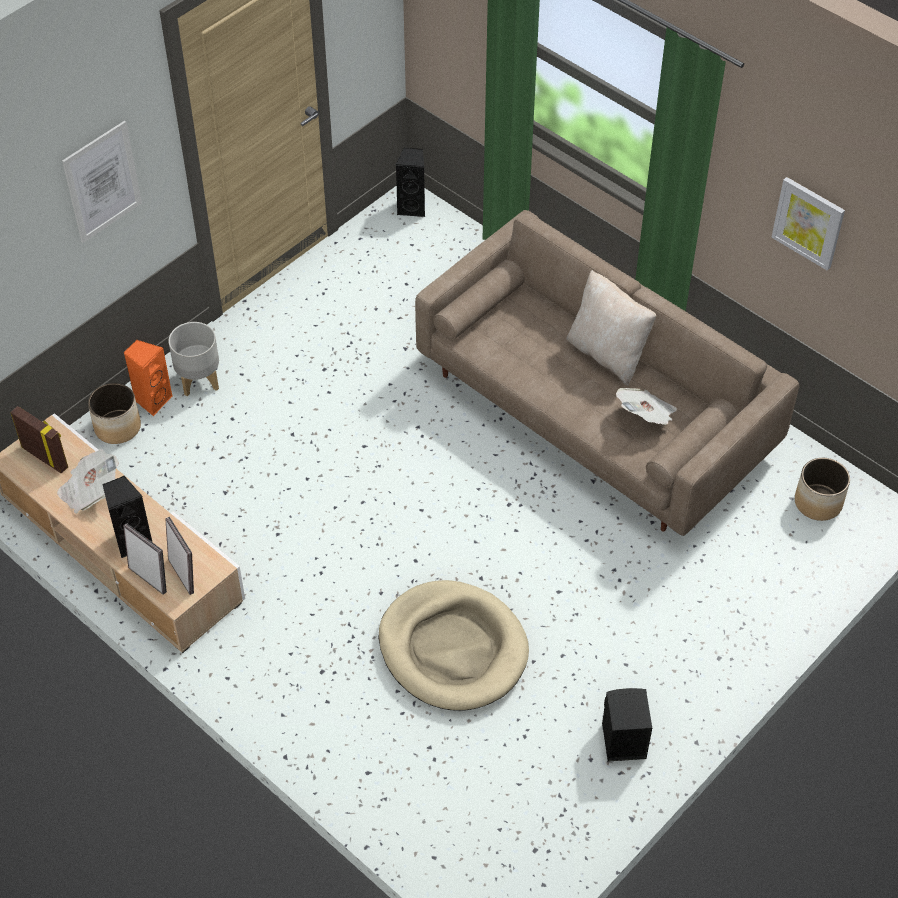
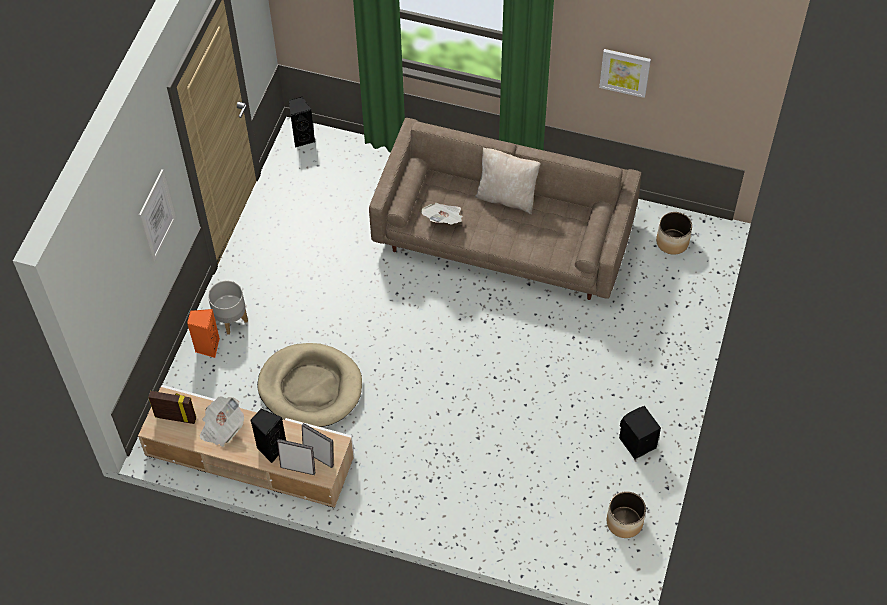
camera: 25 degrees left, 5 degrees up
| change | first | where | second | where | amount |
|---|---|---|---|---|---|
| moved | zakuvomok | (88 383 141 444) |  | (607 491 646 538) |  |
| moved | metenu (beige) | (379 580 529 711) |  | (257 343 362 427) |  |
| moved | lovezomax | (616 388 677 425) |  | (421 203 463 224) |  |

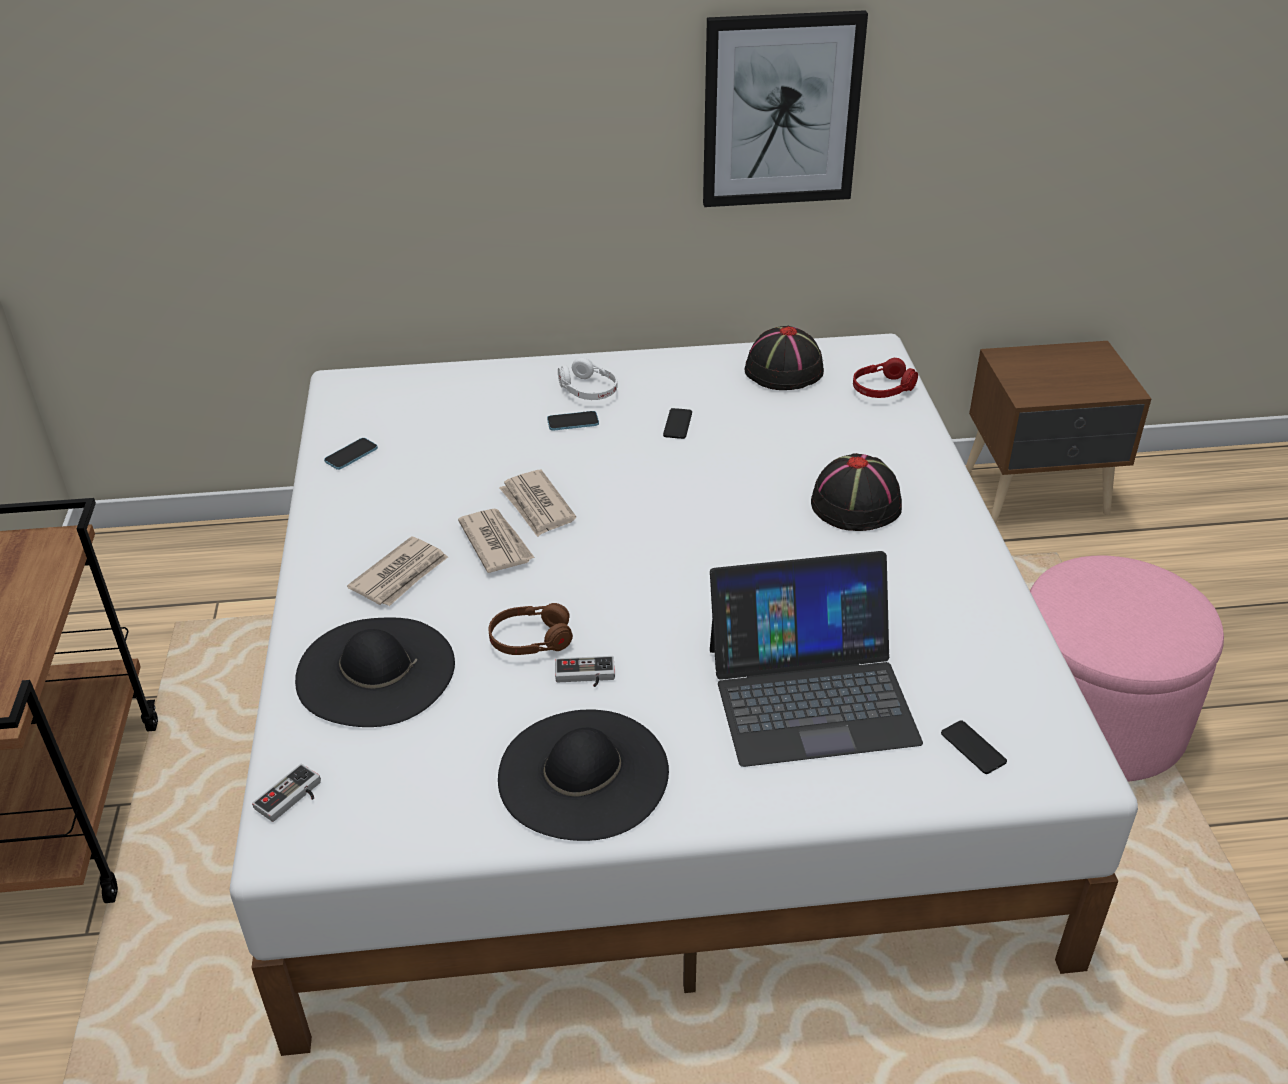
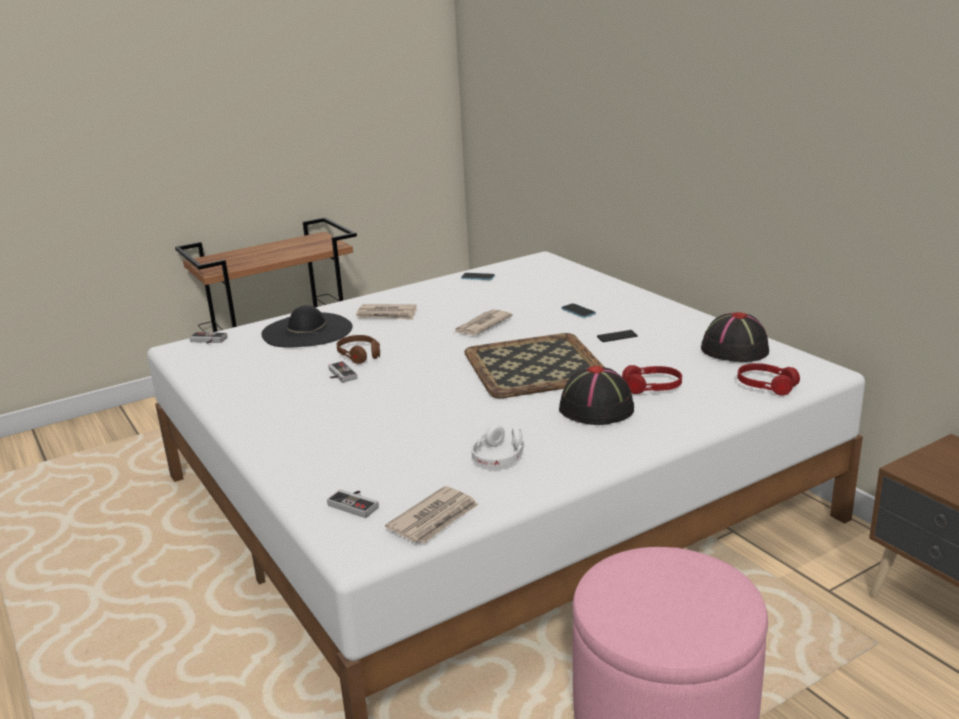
camera: 65 degrees right, 15 degrees down
| change | first | where | second | where | amount |
|---|---|---|---|---|---|
| moved | lovezomax | (458 509 535 573) |  | (385 486 478 544) |  |
| removed | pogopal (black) | (498 710 669 841) |  |  |  |
| moved | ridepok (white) | (558 357 617 400) |  | (472 424 525 467) |  |
| removed | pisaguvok | (703 10 868 207) |  |  |  |
| removed | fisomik | (710 551 923 767) |  |  |  |
| replaced | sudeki | (941 720 1007 774) | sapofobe | (327 489 379 518) |  |
| added |  |  | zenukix | (464 333 604 398) |  |
| added |  |  | ridepok (red) | (622 365 682 394) |  |

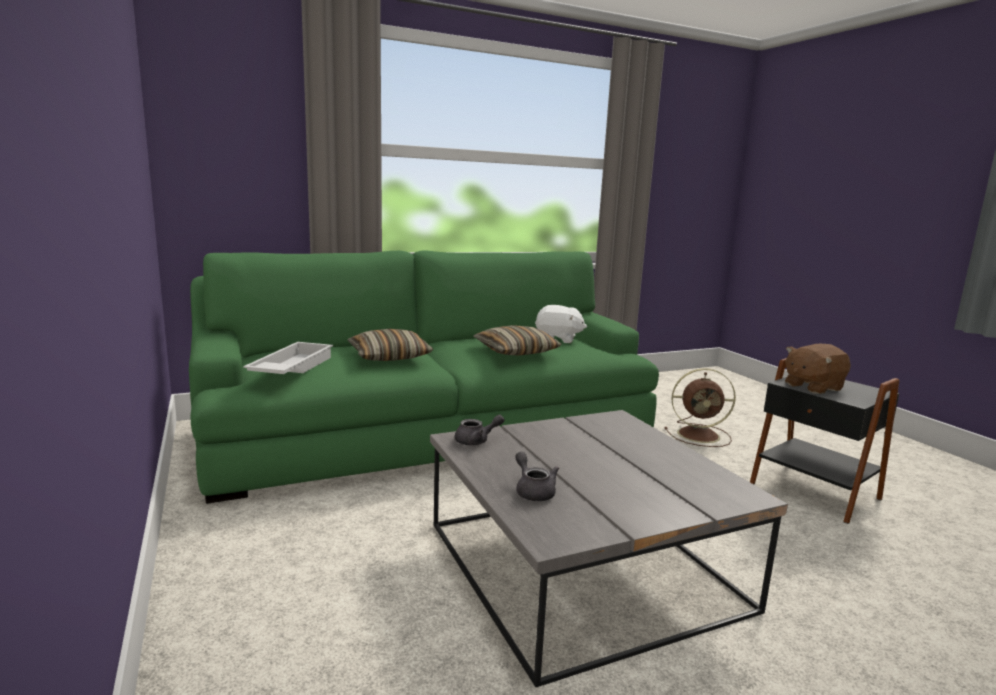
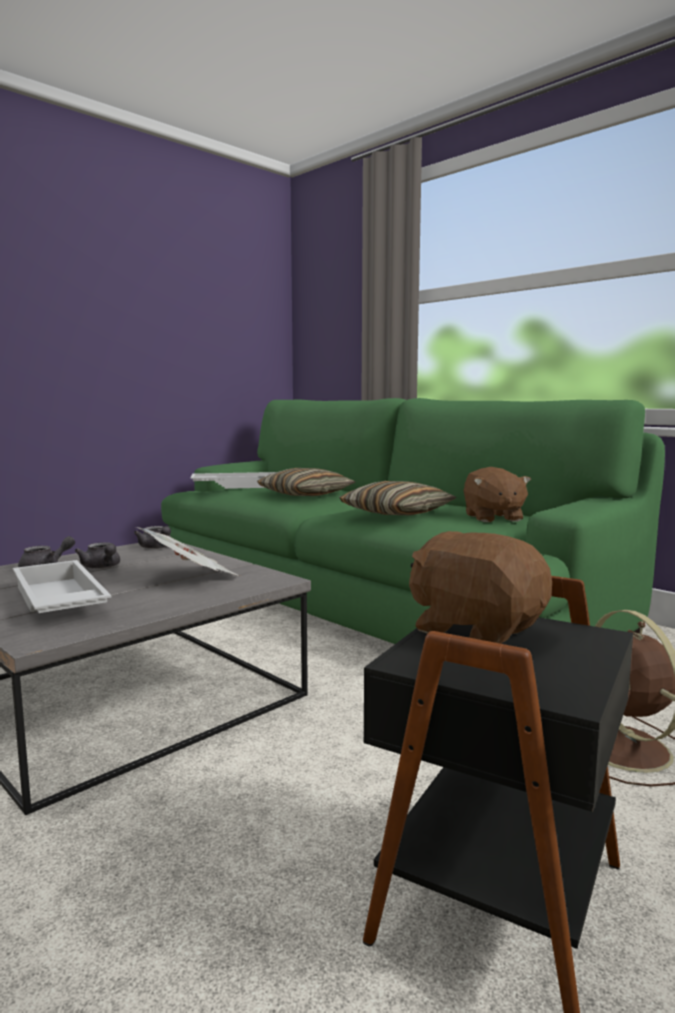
camera: 70 degrees right, 5 degrees down
| change | first | where | second | where | amount |
|---|---|---|---|---|---|
| recoloured | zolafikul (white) | (535 305 587 343) | zolafikul (brown) | (464 467 531 522) |  |
| added |  |  | zenukix (white) | (13 560 112 613) |  |
| added |  |  | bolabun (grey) | (75 542 120 569) |  |
| added |  |  | lovezomax | (136 527 240 576) |  |

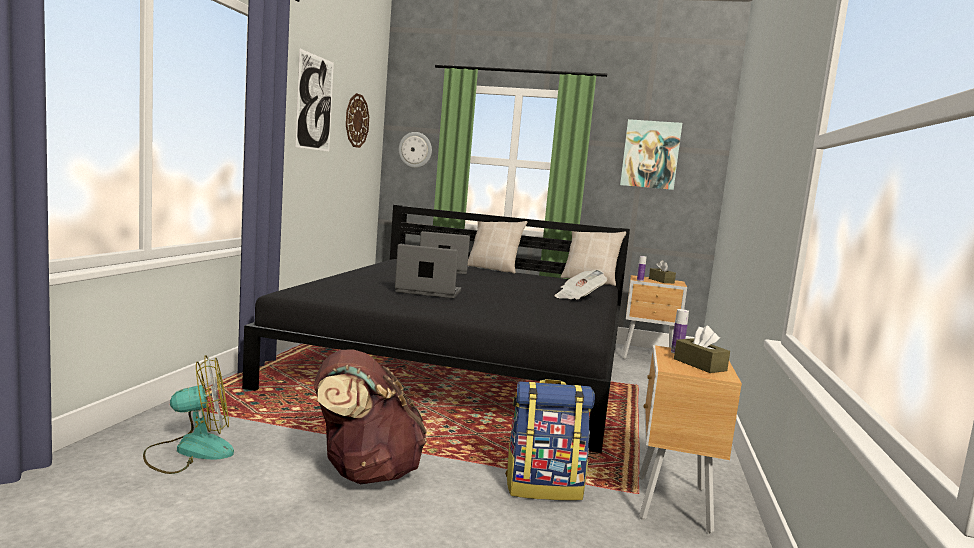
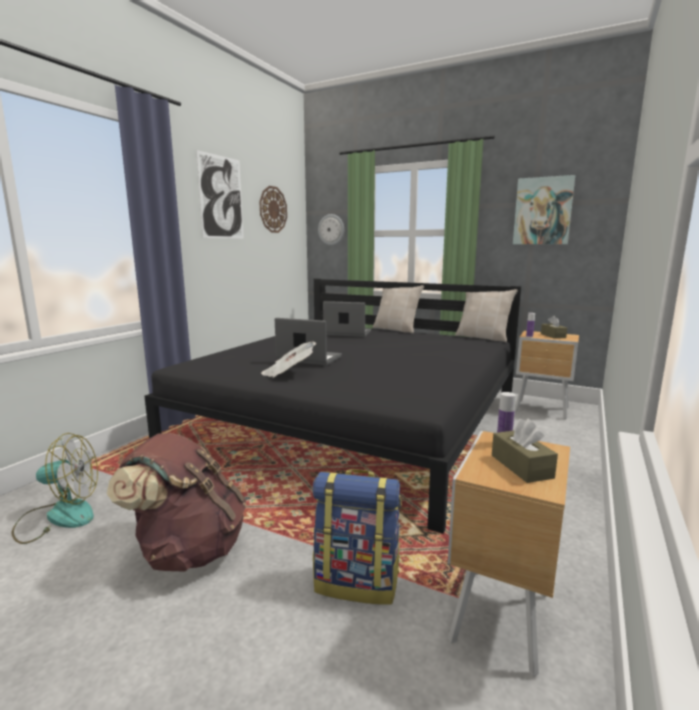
camera: 15 degrees right, 5 degrees up
| change | first | where | second | where | amount |
|---|---|---|---|---|---|
| moved | lovezomax | (554 270 607 300) |  | (261 342 316 378) |  |

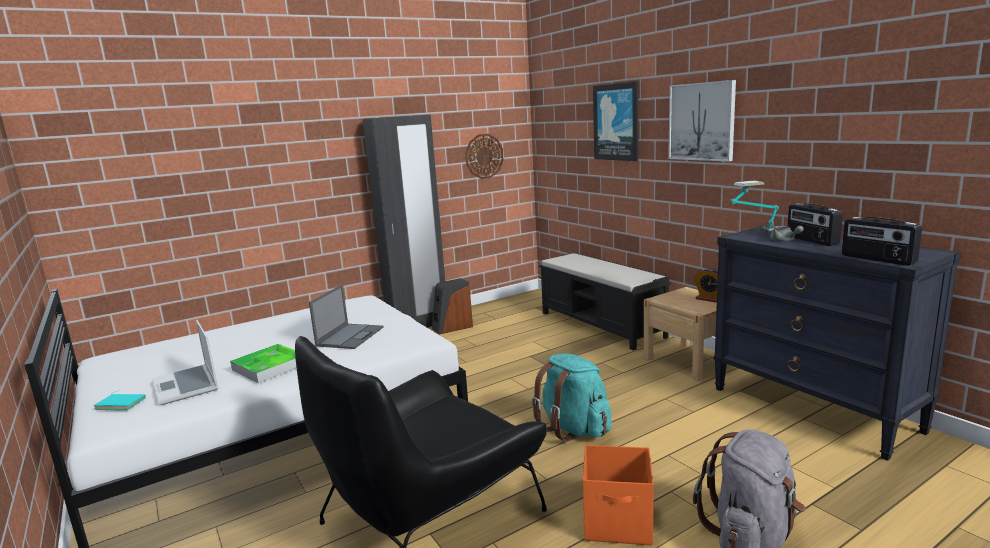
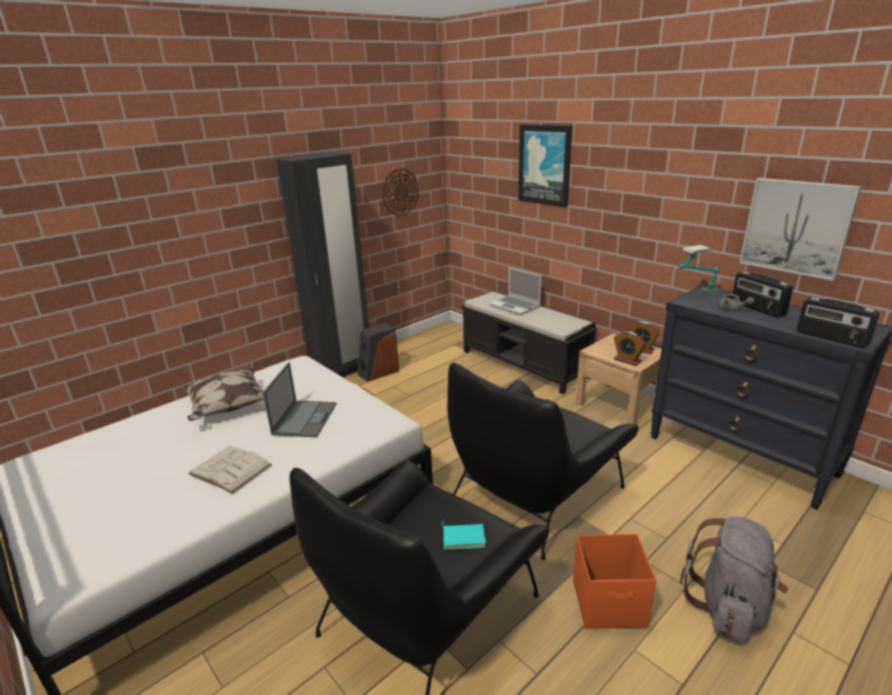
camera: 10 degrees left, 10 degrees up
| change | first | where | second | where | amount |
|---|---|---|---|---|---|
| moved | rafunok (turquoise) | (94 391 146 411) |  | (442 520 486 550) |  |
| moved | fisomik | (153 320 218 405) |  | (489 267 542 315) |  |
| replaced | zenukix | (230 344 297 383) | rafunok (white) | (188 446 272 494) |  |
| replaced | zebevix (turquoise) | (532 353 612 442) | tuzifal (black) | (447 362 638 560) |  |
| moved | pisaguvok | (668 80 736 162) |  | (740 178 862 281) |  |
| added |  |  | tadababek | (181 368 264 421) |  |
| added |  |  | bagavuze | (614 331 646 366) |  |

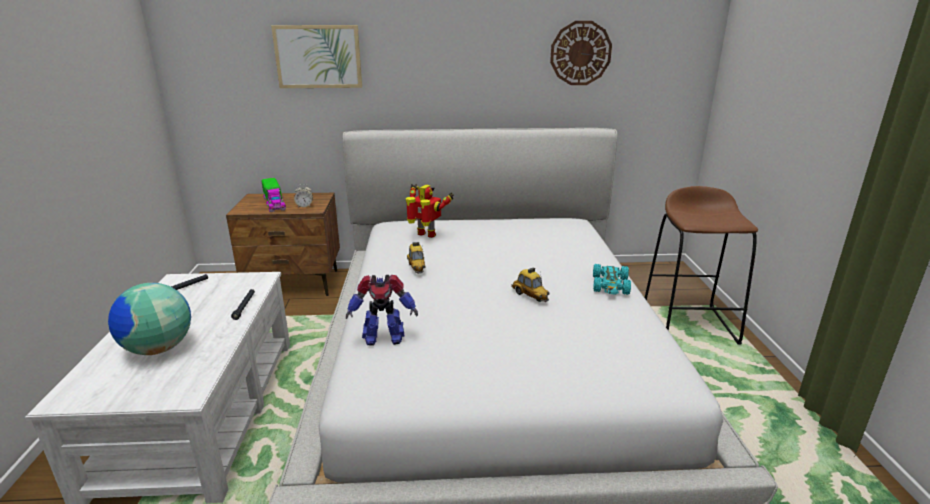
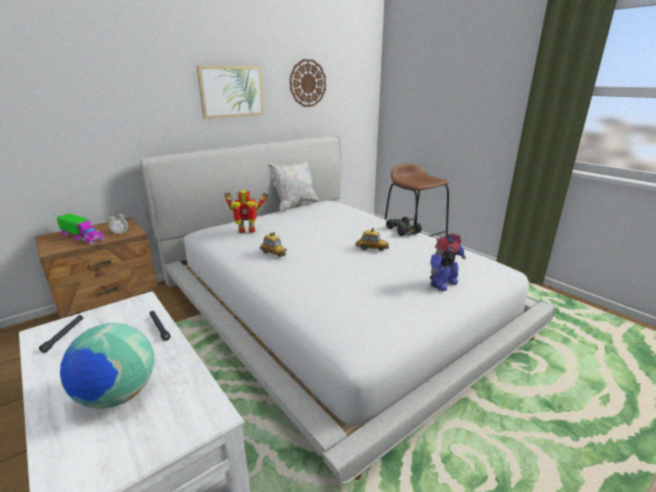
camera: 35 degrees left, 0 degrees up
| change | first | where | second | where | amount |
|---|---|---|---|---|---|
| moved | pisaguvok | (271 25 362 88) |  | (197 66 264 119) |  |
| moved | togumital | (346 275 418 346) |  | (430 233 466 291) |  |
| recoloured | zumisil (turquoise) | (593 264 631 295) | zumisil (black) | (386 217 422 236) |  |
| added |  |  | tadababek (white) | (267 162 319 212) |  |

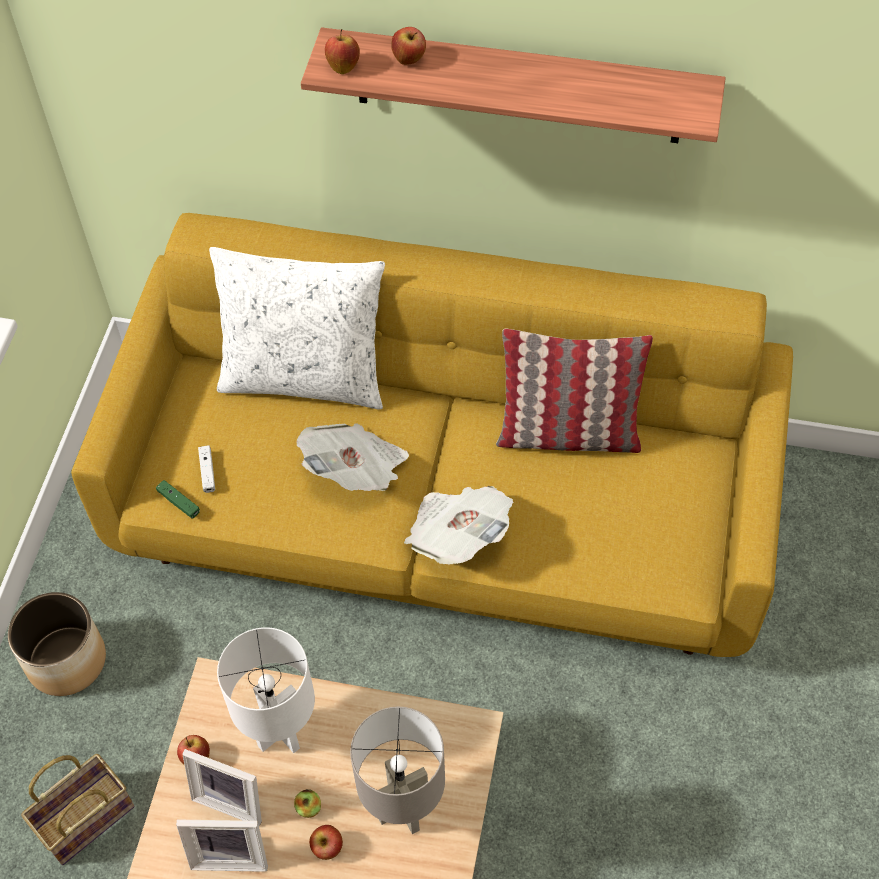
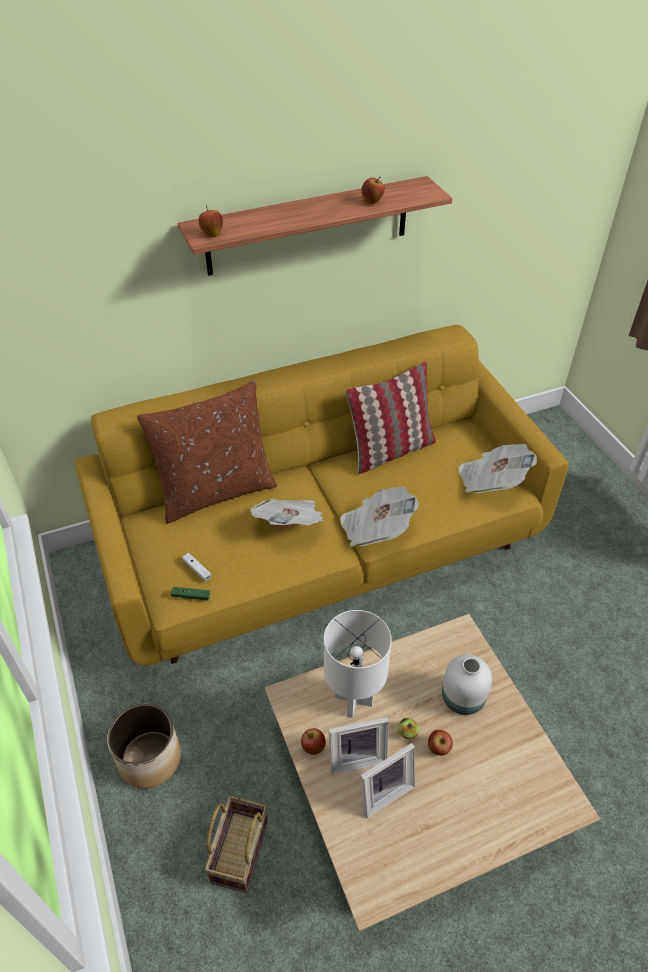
camera: 35 degrees left, 10 degrees down
| change | first | where | second | where | amount |
|---|---|---|---|---|---|
| recoloured | tadababek (white) | (209 247 385 409) | tadababek (brown) | (137 380 277 524) |  |
| replaced | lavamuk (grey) | (350 706 445 834) | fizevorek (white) | (442 654 492 715) |  |
| moved | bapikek | (391 27 426 65) |  | (361 177 385 204) |  |
| added |  |  | lovezomax | (458 444 537 493) |  |

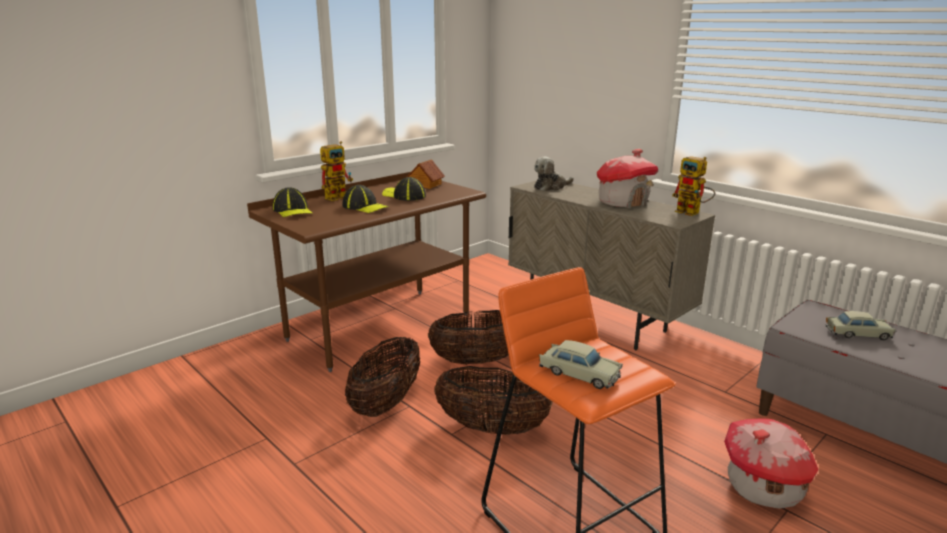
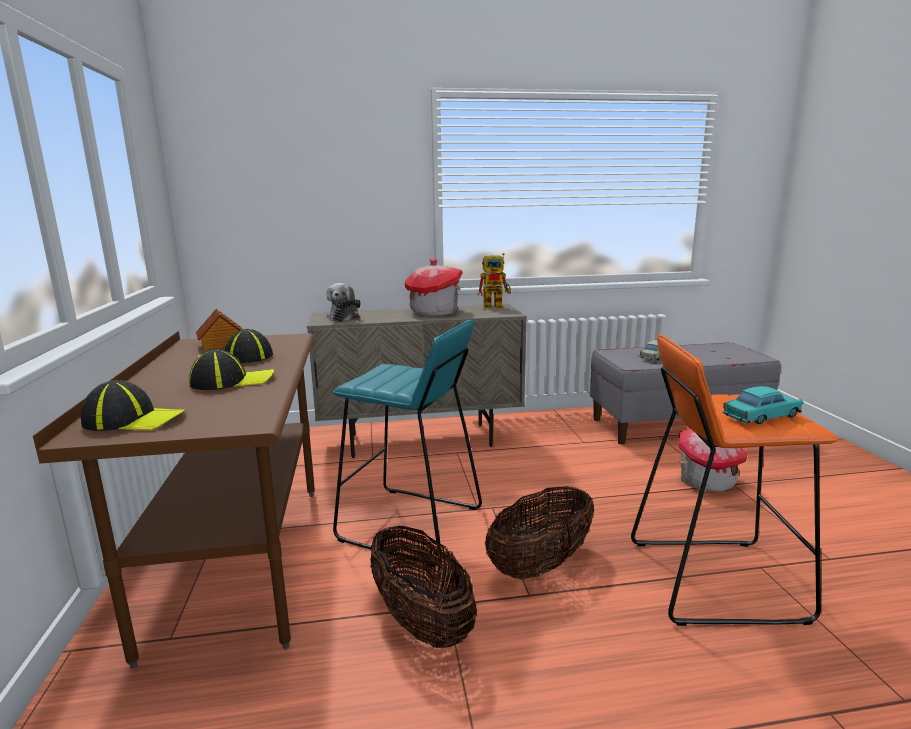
camera: 55 degrees left, 5 degrees down
| change | first | where | second | where | amount |
|---|---|---|---|---|---|
| removed | togumital | (320 142 353 201) |  |  |  |
| replaced | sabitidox | (428 310 509 365) | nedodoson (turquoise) | (333 320 482 567) |  |
| recoloured | zumisil (beige) | (539 340 623 389) | zumisil (turquoise) | (723 386 803 424) |  |

